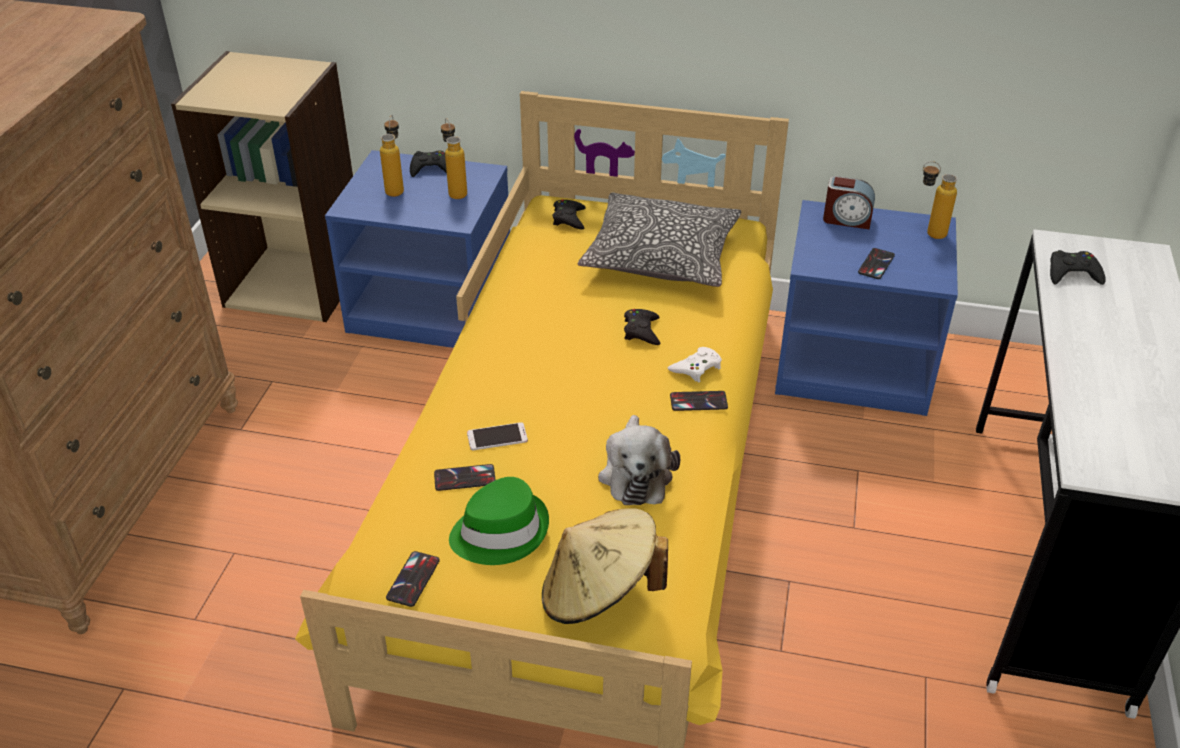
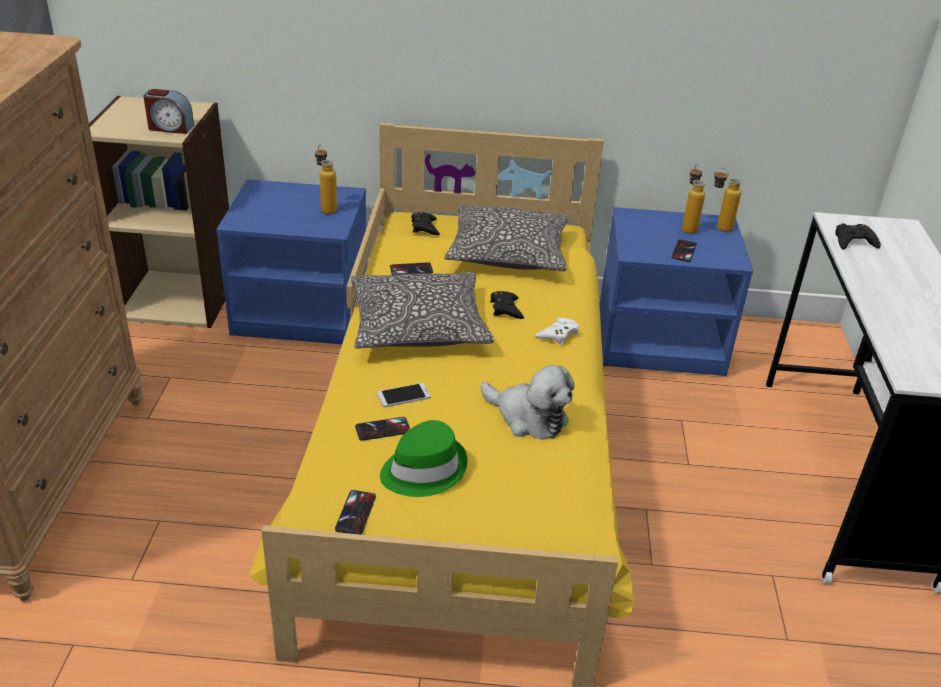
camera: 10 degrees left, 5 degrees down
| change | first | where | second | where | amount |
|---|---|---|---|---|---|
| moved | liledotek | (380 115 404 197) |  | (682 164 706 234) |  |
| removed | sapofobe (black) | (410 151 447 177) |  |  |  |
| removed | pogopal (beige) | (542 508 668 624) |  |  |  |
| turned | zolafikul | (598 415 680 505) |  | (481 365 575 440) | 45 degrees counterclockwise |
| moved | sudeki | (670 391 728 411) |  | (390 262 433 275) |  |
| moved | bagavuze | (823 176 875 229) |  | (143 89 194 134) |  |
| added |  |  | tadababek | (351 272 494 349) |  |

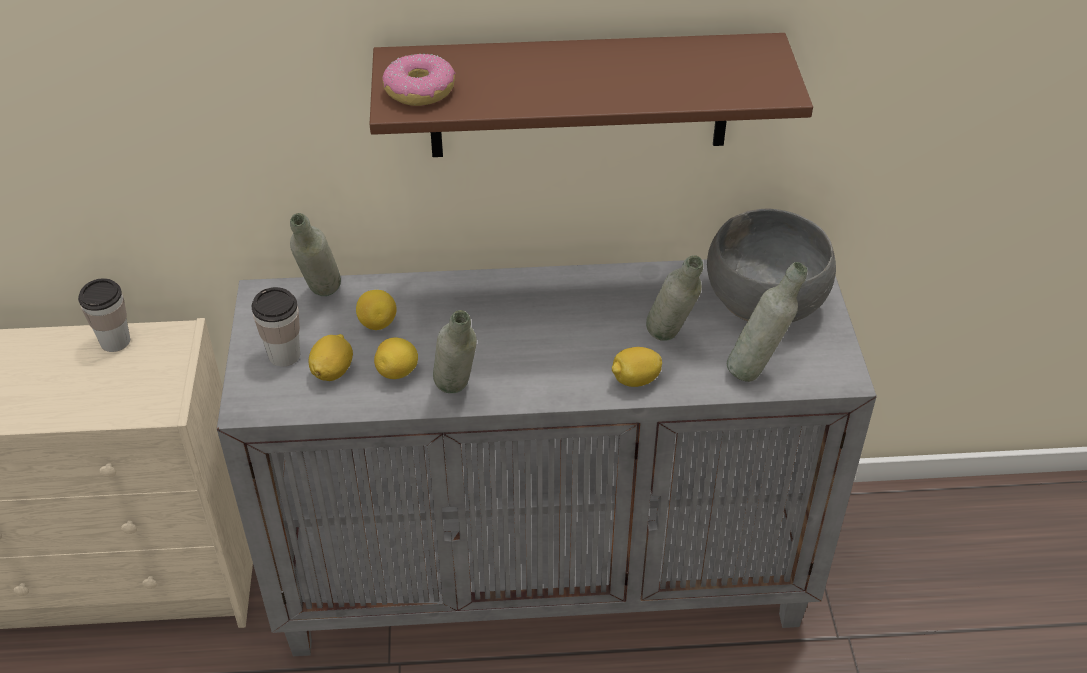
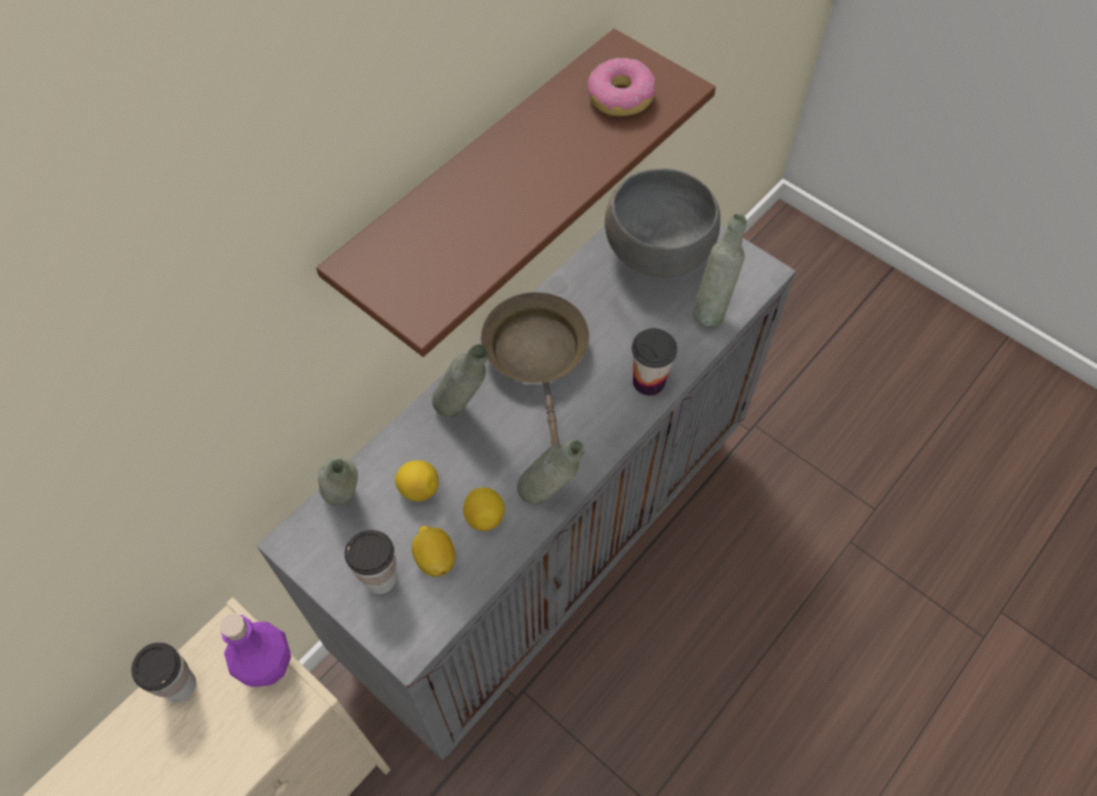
camera: 45 degrees left, 15 degrees up
| change | first | where | second | where | amount |
|---|---|---|---|---|---|
| moved | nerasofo | (383 53 455 106) |  | (587 58 656 116) |  |
| replaced | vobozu | (612 347 662 387) | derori | (632 328 677 396) |  |
| moved | liledotek (grey) | (646 255 703 341) |  | (432 344 488 417) |  |
| added |  |  | liledotek (purple) | (220 613 291 687) |  |
| added |  |  | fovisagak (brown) | (481 292 589 446) |  |

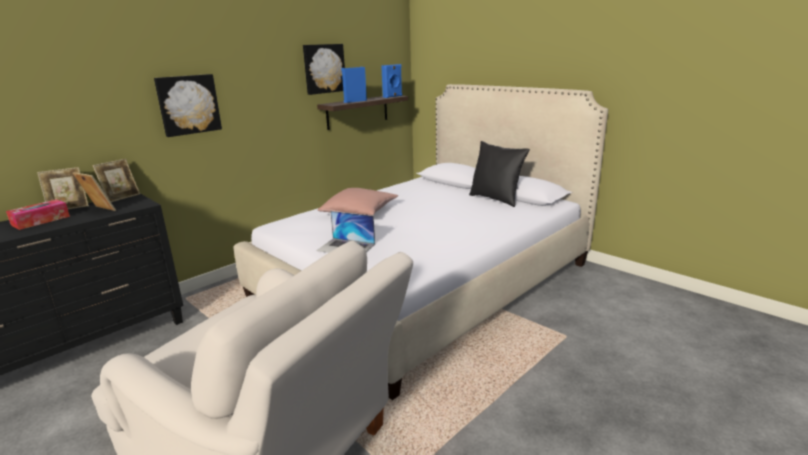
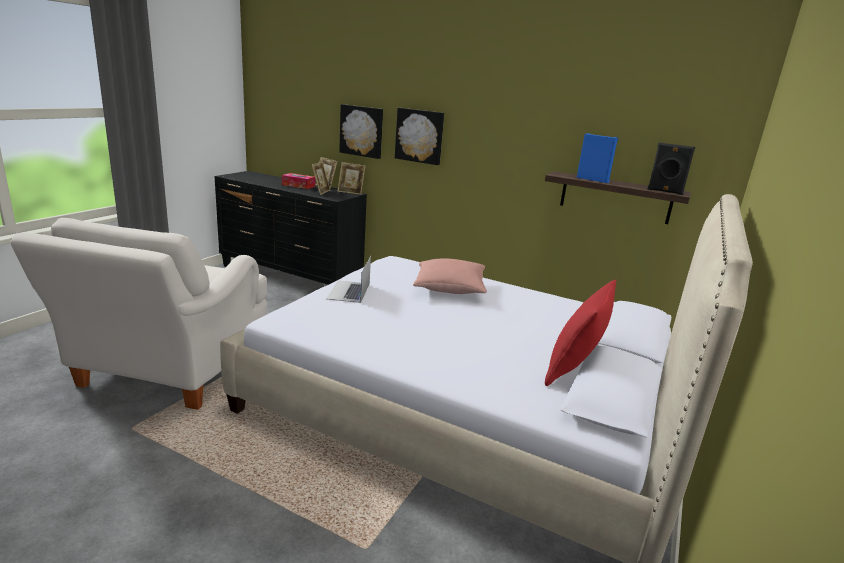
camera: 70 degrees right, 0 degrees up
| change | first | where | second | where | amount |
|---|---|---|---|---|---|
| moved | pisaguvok | (303 44 345 95) |  | (339 104 383 159) |  |
| recoloured | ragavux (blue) | (381 64 402 98) | ragavux (black) | (648 143 695 195) |  |
| recoloured | tadababek (black) | (469 141 530 207) | tadababek (red) | (545 280 617 386) |  |

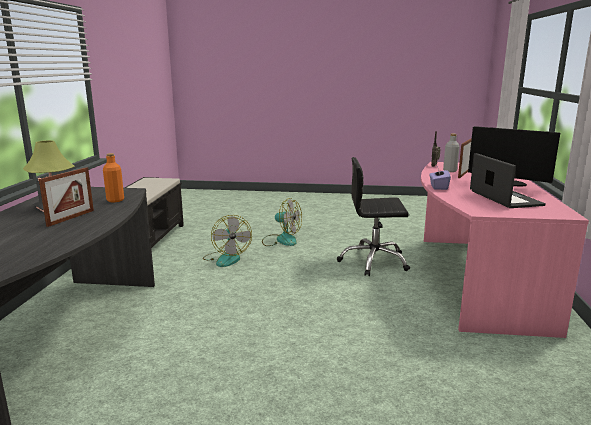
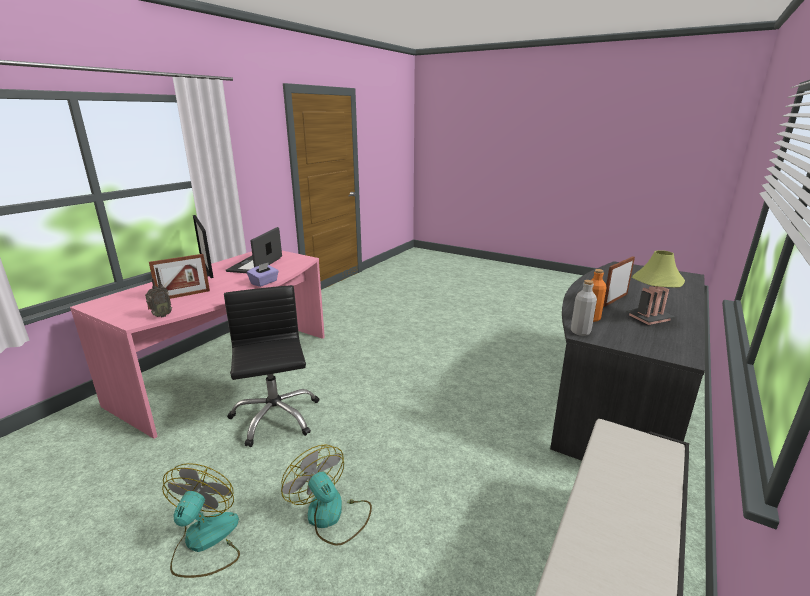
camera: 155 degrees left, 5 degrees up
| change | first | where | second | where | amount |
|---|---|---|---|---|---|
| moved | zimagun | (203 215 252 267) |  | (162 463 240 578) |  |
| turned | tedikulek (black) | (337 157 410 276) |  | (224 285 319 447) | 135 degrees counterclockwise |
| moved | liledotek (grey) | (443 134 460 172) |  | (571 280 597 336) |  |

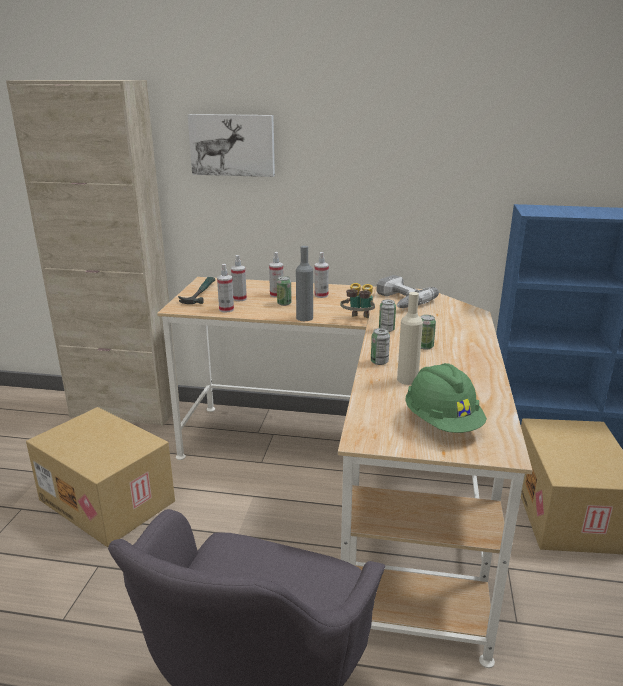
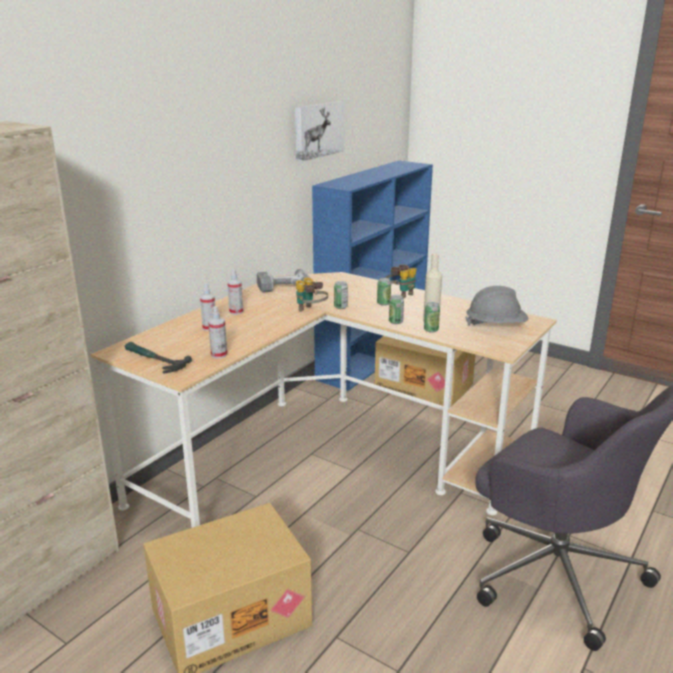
camera: 65 degrees left, 0 degrees up
| change | first | where | second | where | amount |
|---|---|---|---|---|---|
| moved | pisaguvok | (188 114 275 177) |  | (295 101 344 161) |  |
| removed | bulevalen | (231 255 247 301) |  |  |  |
| moved | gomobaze | (277 276 292 306) |  | (424 302 440 333) |  |
| removed | liledotek (grey) | (296 246 313 321) |  |  |  |
| recoloured | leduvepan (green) | (405 363 487 433) | leduvepan (grey) | (465 286 528 326) |  |
| added |  |  | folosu | (386 265 417 299) |  |

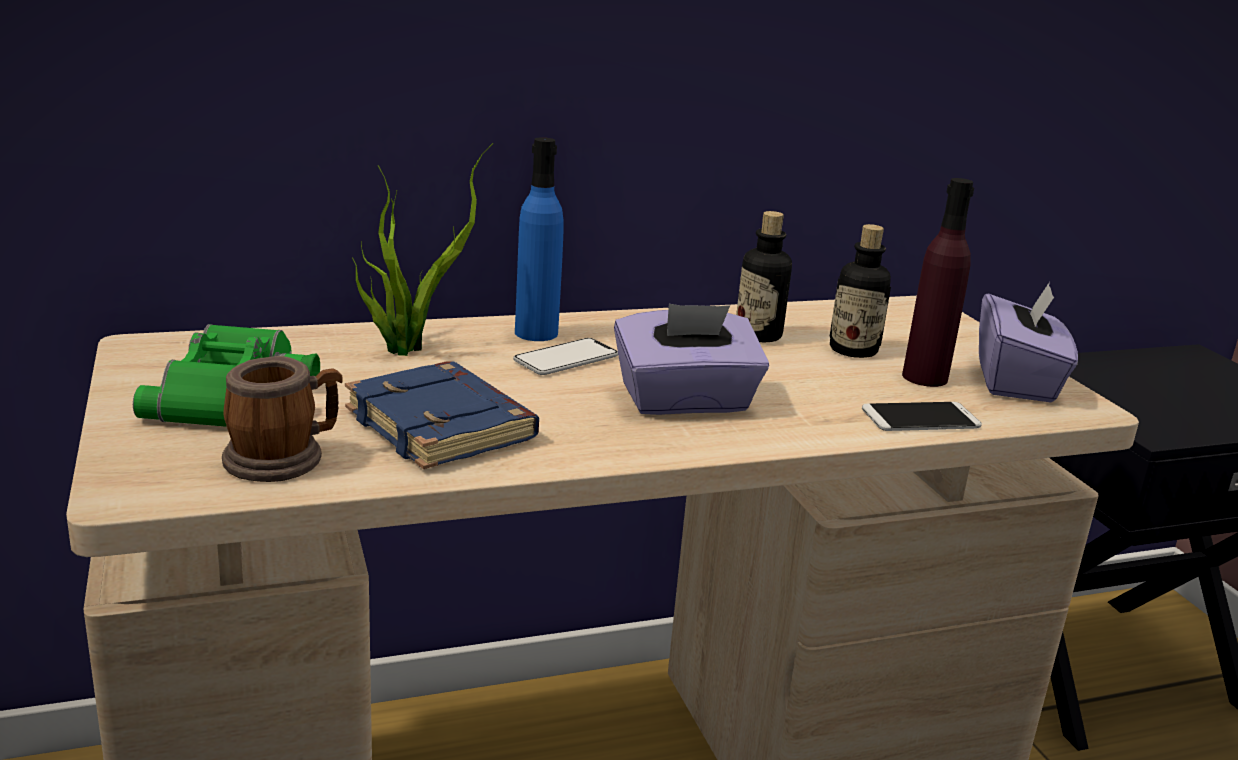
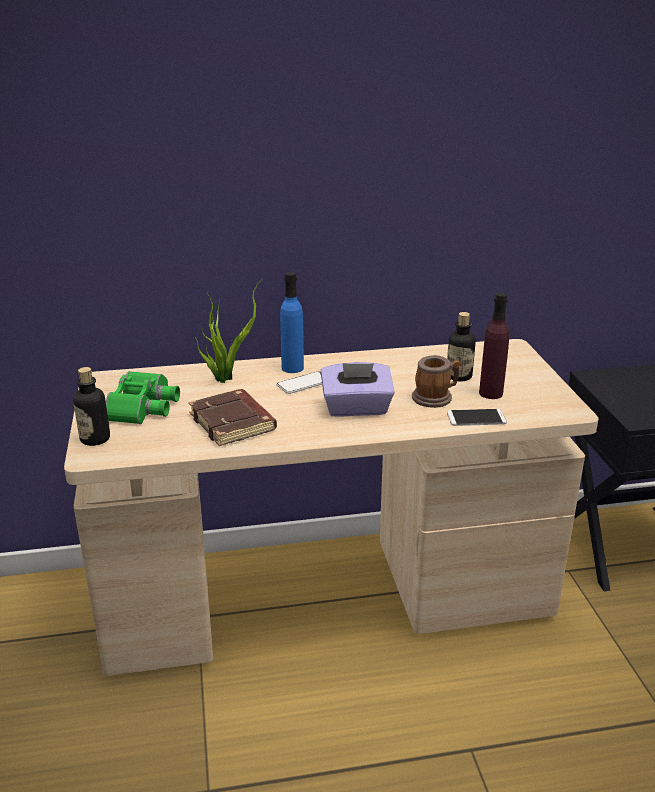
camera: 10 degrees right, 5 degrees up
| change | first | where | second | where | amount |
|---|---|---|---|---|---|
| moved | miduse | (222 356 343 482) |  | (412 355 462 408) |  |
| recoloured | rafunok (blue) | (345 361 539 469) | rafunok (brown) | (189 389 277 446) |  |
| moved | liledotek | (736 211 792 342) |  | (73 367 110 446) |  |
| removed | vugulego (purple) | (979 282 1078 403) |  |  |  |

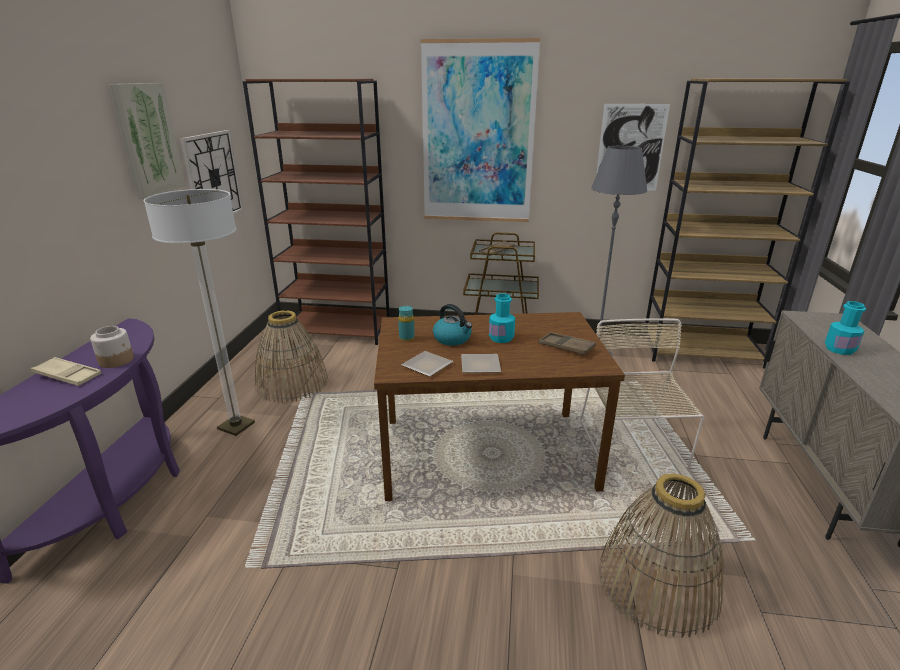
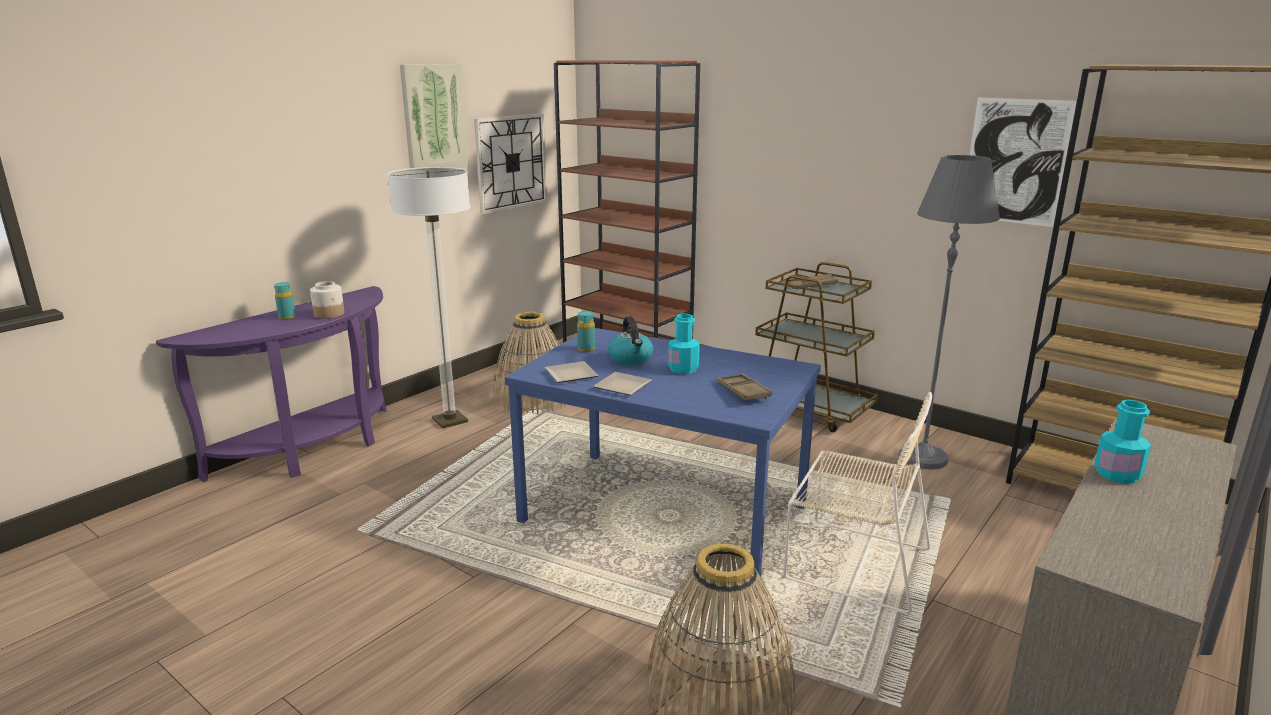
camera: 30 degrees right, 5 degrees down
| change | first | where | second | where | amount |
|---|---|---|---|---|---|
| replaced | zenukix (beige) | (31 357 101 386) | liledotek (turquoise) | (274 282 296 320) |  |
| recoloured | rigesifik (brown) | (374 312 625 501) | rigesifik (blue) | (505 328 821 591) |  |
| removed | pisaguvok | (420 38 540 222) |  |  |  |
| turned | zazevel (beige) | (581 319 704 469) |  | (783 392 932 615) | 90 degrees clockwise |

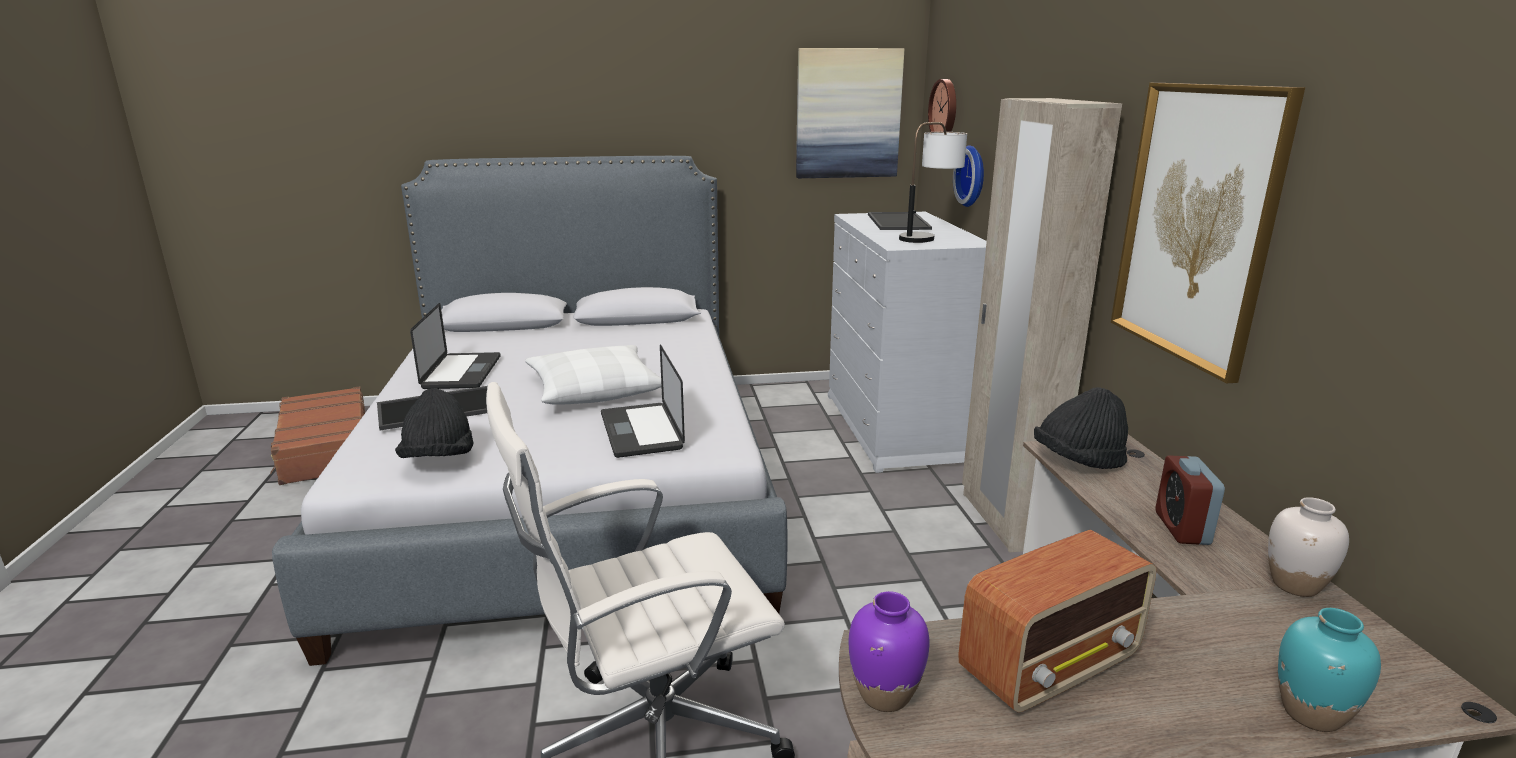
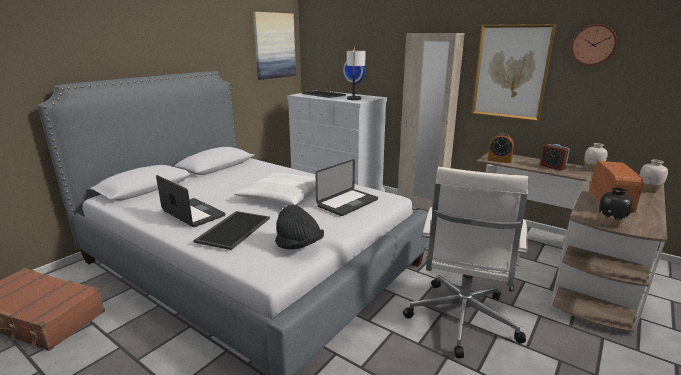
camera: 45 degrees left, 0 degrees up
| change | first | where | second | where | amount |
|---|---|---|---|---|---|
| turned | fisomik | (601 345 685 458) |  | (315 159 378 216) | 75 degrees counterclockwise |
| recoloured | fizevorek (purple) | (849 591 930 712) | fizevorek (black) | (599 187 632 228) |  |
| moved | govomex | (928 79 956 132) |  | (571 24 617 66) |  |
| replaced | pogopal (black) | (1034 387 1128 469) | bagavuze | (488 133 514 163) |  |
| recoloured | fizevorek (turquoise) | (1278 608 1381 732) | fizevorek (white) | (640 160 668 193) |  |

